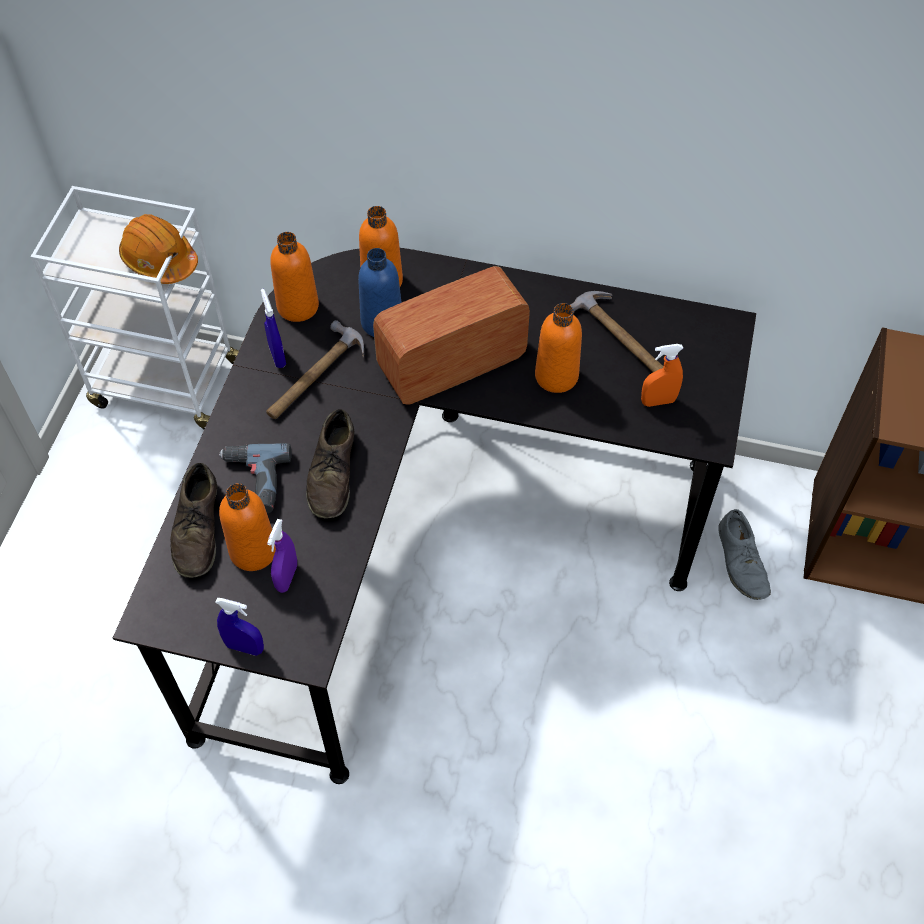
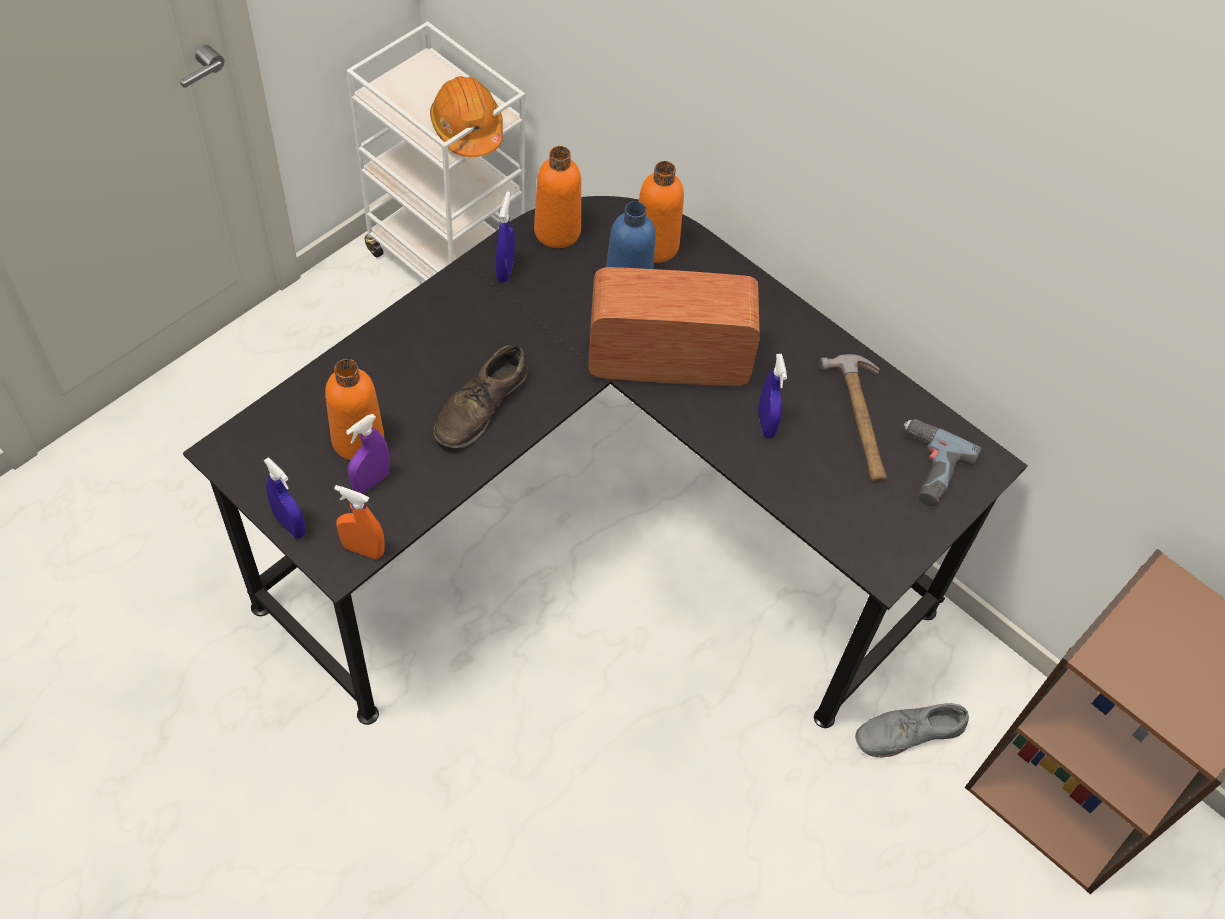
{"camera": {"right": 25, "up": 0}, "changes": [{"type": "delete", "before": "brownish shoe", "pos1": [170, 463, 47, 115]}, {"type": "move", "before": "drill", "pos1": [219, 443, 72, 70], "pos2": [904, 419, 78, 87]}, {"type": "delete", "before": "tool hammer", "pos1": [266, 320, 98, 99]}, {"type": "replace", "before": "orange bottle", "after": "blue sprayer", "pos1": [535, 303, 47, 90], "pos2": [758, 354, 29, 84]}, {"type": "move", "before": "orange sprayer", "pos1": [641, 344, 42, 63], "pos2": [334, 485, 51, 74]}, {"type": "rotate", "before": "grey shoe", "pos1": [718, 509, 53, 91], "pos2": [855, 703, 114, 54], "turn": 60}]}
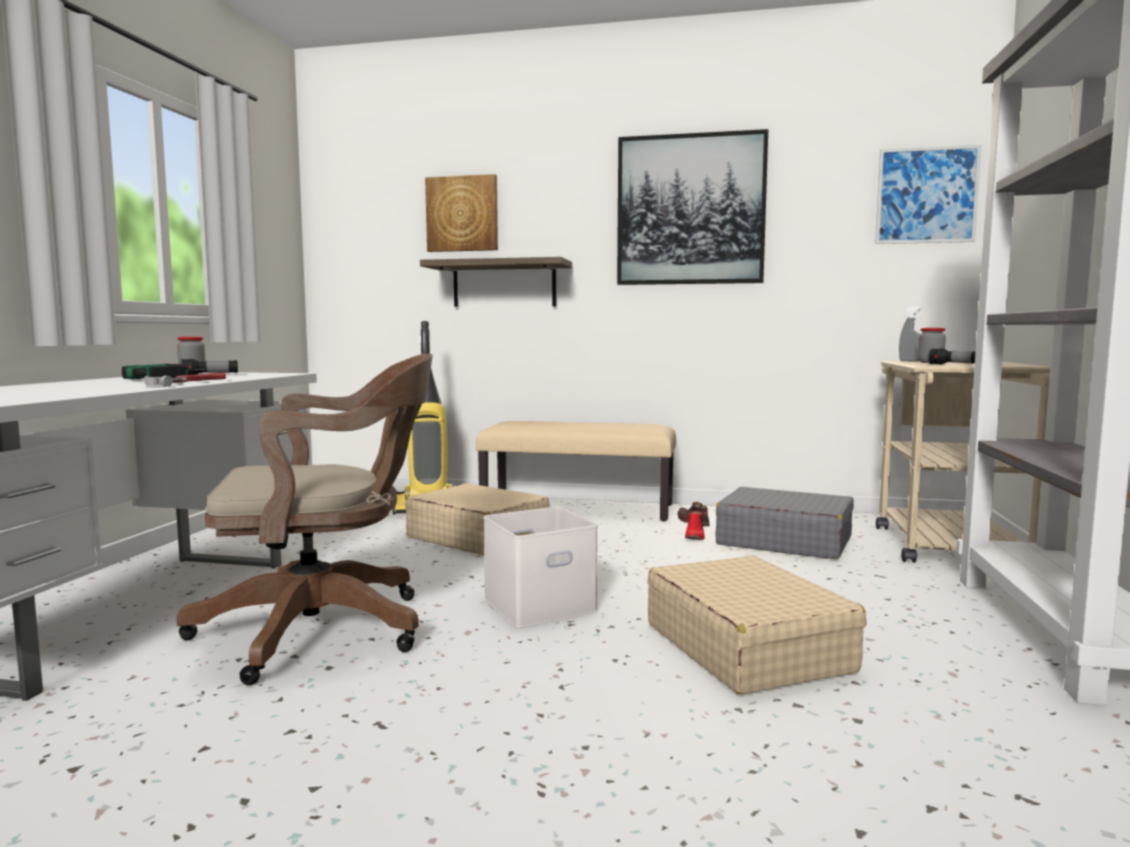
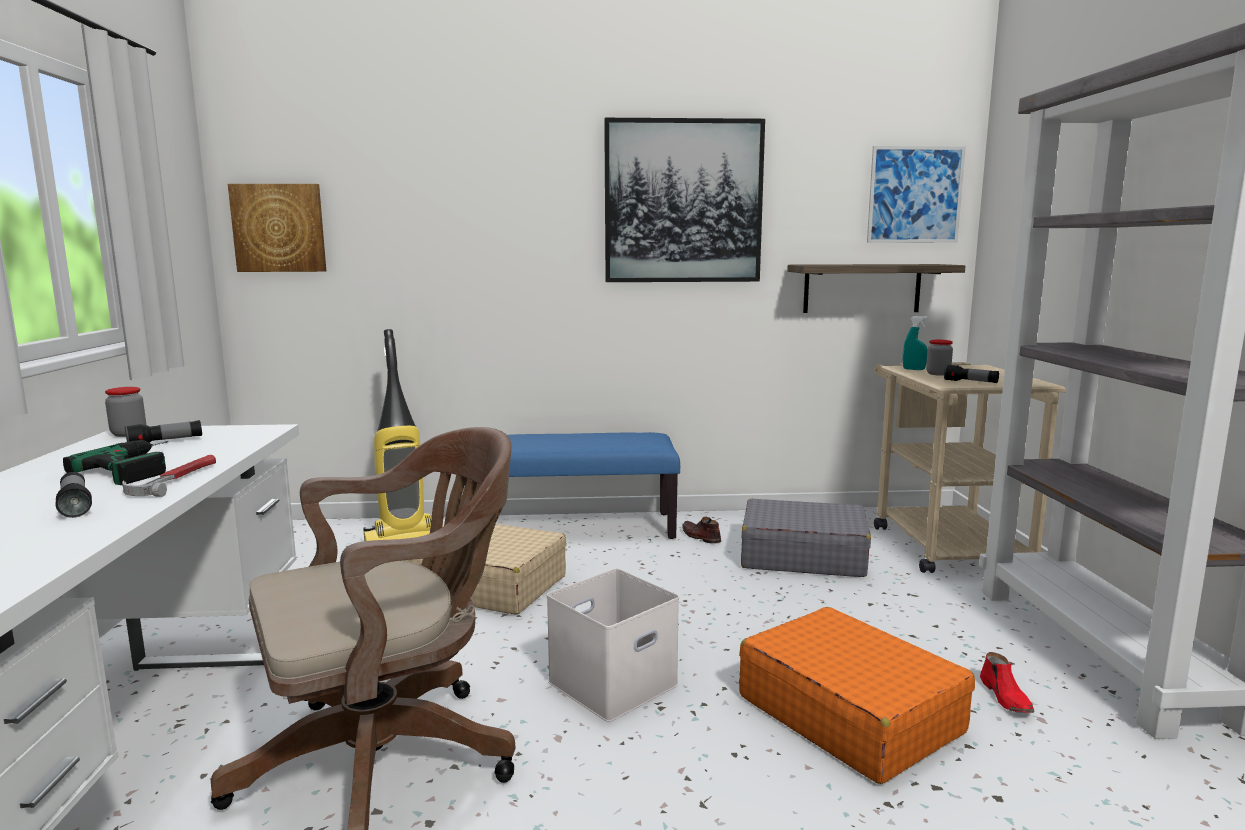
{"camera": {"right": -15, "up": 5}, "changes": [{"type": "move", "before": "wall shelf", "pos1": [420, 257, 152, 50], "pos2": [787, 264, 178, 49]}, {"type": "move", "before": "wall picture", "pos1": [425, 174, 73, 78], "pos2": [228, 184, 98, 88]}, {"type": "recolor", "before": "beige-coloured bench", "after": "blue bench", "pos1": [476, 421, 200, 100], "pos2": [465, 432, 215, 107]}, {"type": "recolor", "before": "beige-coloured piece of luggage", "after": "orange piece of luggage", "pos1": [647, 556, 219, 138], "pos2": [739, 607, 236, 177]}, {"type": "move", "before": "reddish shoe", "pos1": [685, 511, 20, 29], "pos2": [980, 652, 54, 61]}, {"type": "recolor", "before": "grey sprayer", "after": "turquoise-coloured sprayer", "pos1": [899, 306, 24, 56], "pos2": [903, 316, 25, 54]}, {"type": "insert", "after": "flashlight", "pos2": [56, 472, 36, 46]}]}
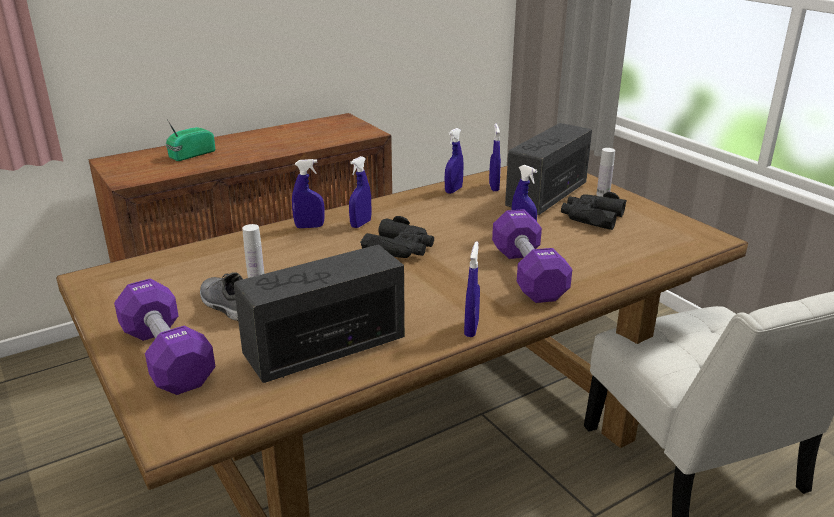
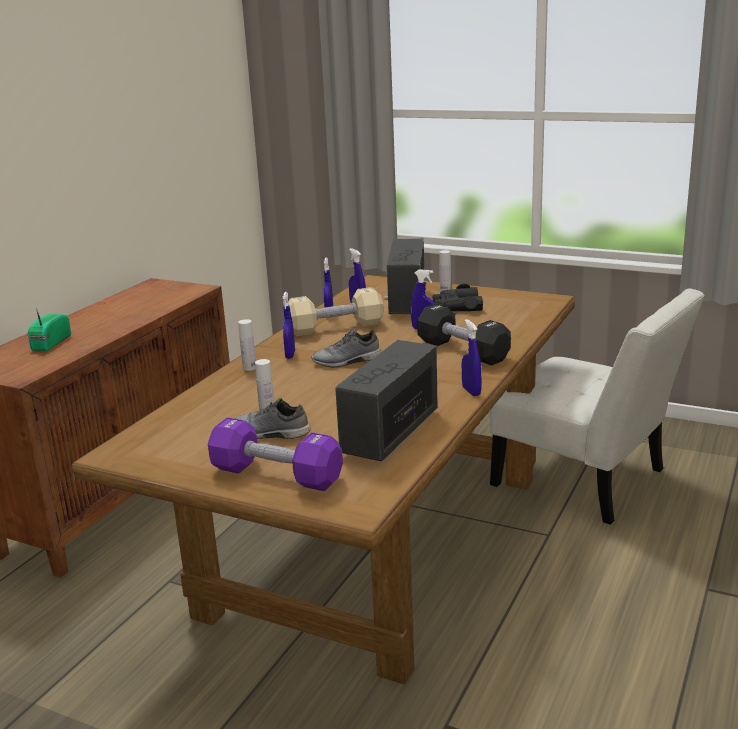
{"camera": {"right": -30, "up": -5}, "changes": [{"type": "replace", "before": "blue sprayer", "after": "white bottle", "pos1": [292, 159, 33, 69], "pos2": [238, 319, 18, 52]}, {"type": "replace", "before": "black-coloured binoculars", "after": "grey shoe", "pos1": [360, 216, 74, 42], "pos2": [311, 329, 70, 38]}, {"type": "recolor", "before": "purple free weight", "after": "black-coloured free weight", "pos1": [492, 209, 80, 94], "pos2": [417, 304, 94, 61]}, {"type": "insert", "after": "beige-coloured free weight", "pos2": [289, 287, 95, 49]}]}
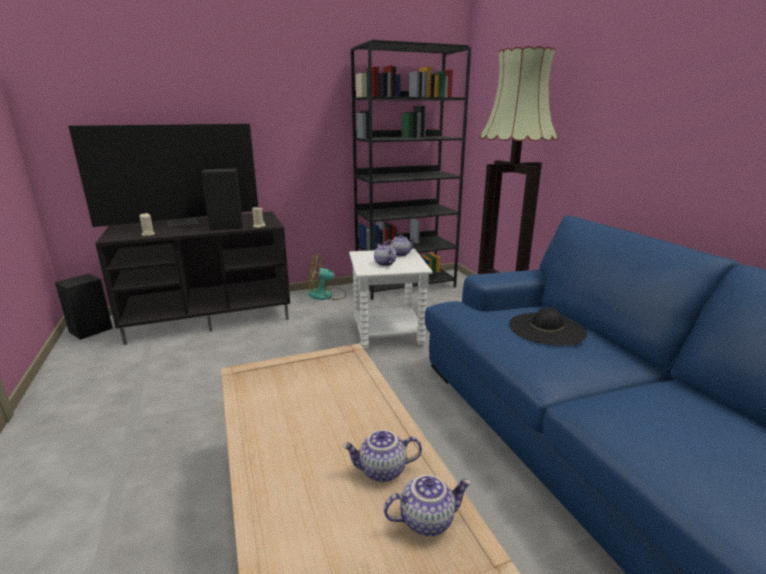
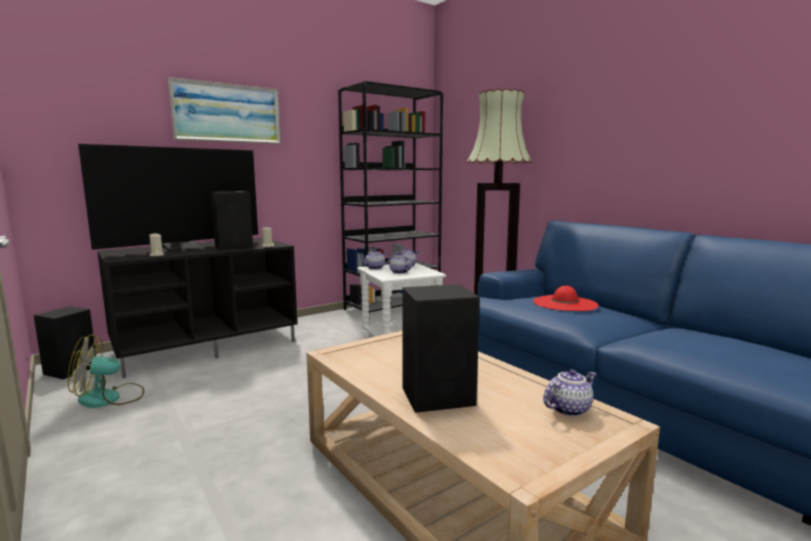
{"camera": {"right": -15, "up": -10}, "changes": [{"type": "move", "before": "electric fan", "pos1": [308, 254, 38, 46], "pos2": [68, 334, 76, 74]}, {"type": "move", "before": "pot for tea", "pos1": [342, 430, 80, 52], "pos2": [359, 249, 31, 21]}, {"type": "recolor", "before": "black-coloured hat", "after": "reddish hat", "pos1": [509, 308, 78, 38], "pos2": [533, 285, 66, 26]}, {"type": "insert", "after": "wall picture", "pos2": [168, 77, 113, 67]}, {"type": "insert", "after": "black-coloured audio speaker", "pos2": [402, 284, 78, 129]}]}
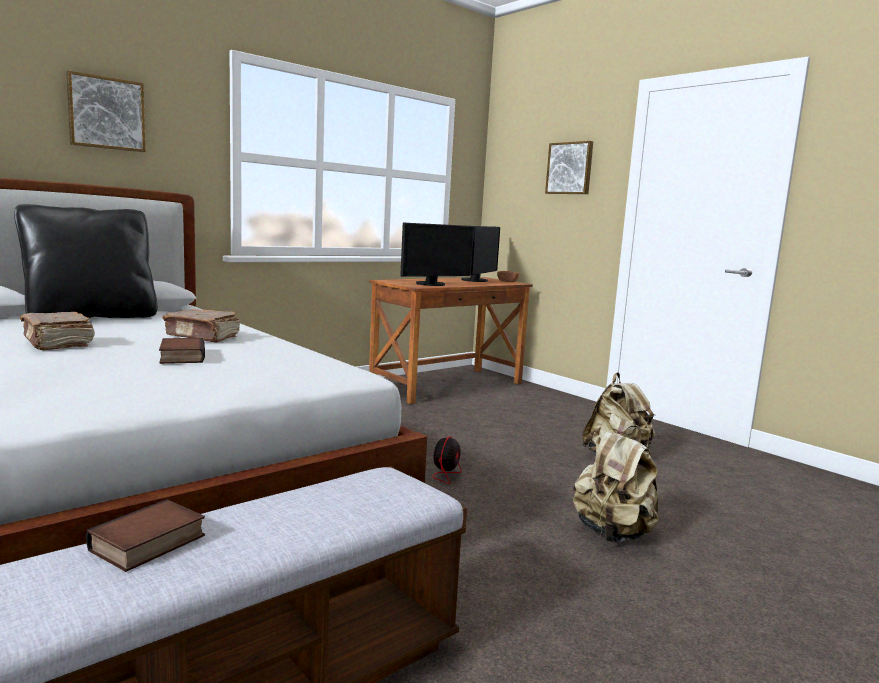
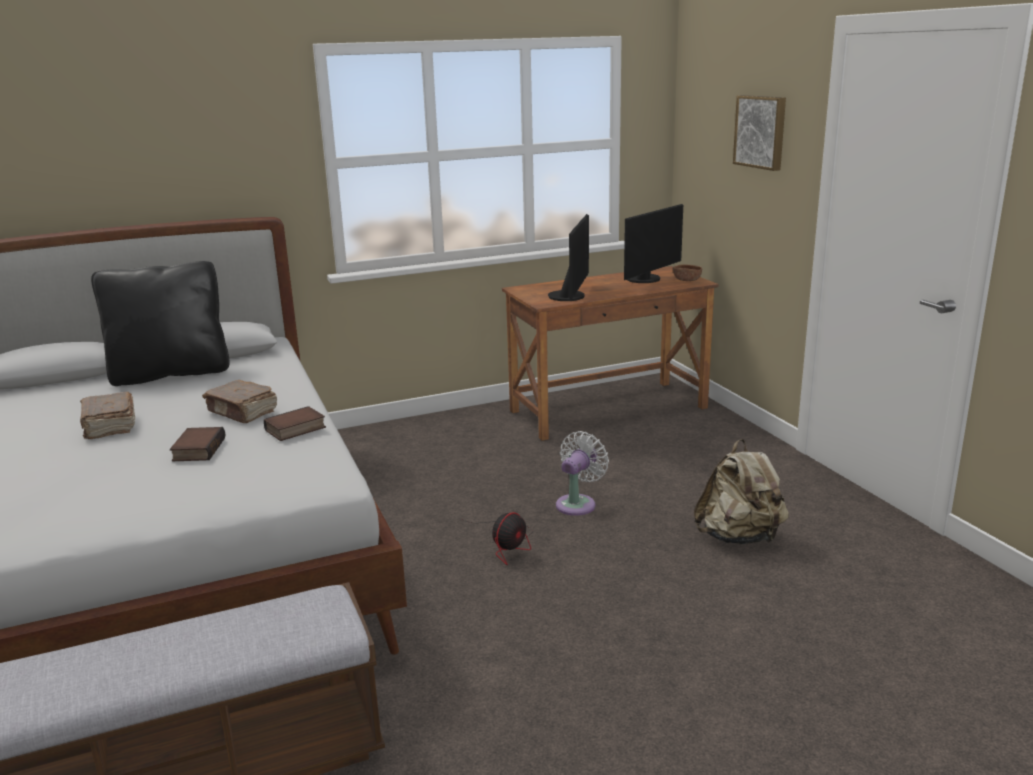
{"camera": {"right": 20, "up": 10}, "changes": [{"type": "delete", "before": "wall picture", "pos1": [66, 70, 80, 82]}, {"type": "move", "before": "bound book", "pos1": [86, 499, 119, 73], "pos2": [264, 406, 62, 35]}, {"type": "rotate", "before": "monitor", "pos1": [400, 223, 74, 63], "pos2": [548, 214, 41, 87], "turn": -60}, {"type": "delete", "before": "beige-coloured rucksack", "pos1": [573, 426, 85, 116]}, {"type": "insert", "after": "white electric fan", "pos2": [556, 431, 53, 85]}]}
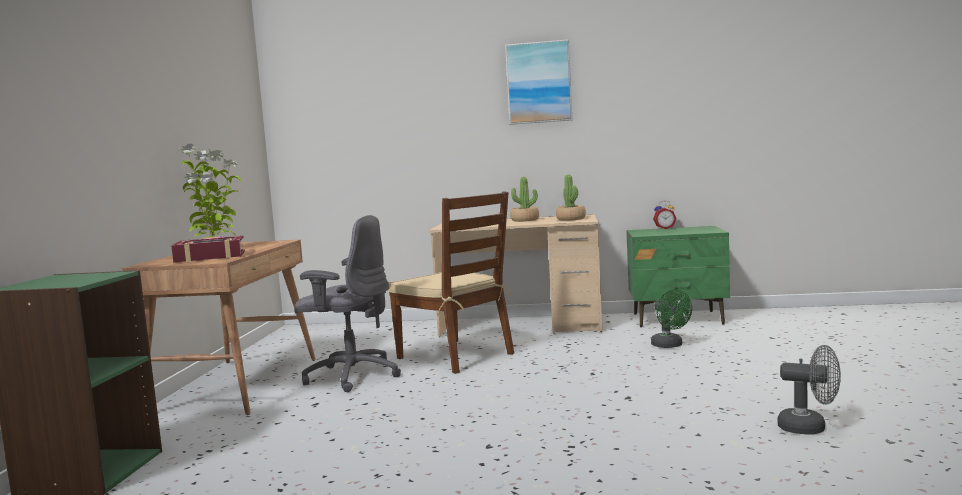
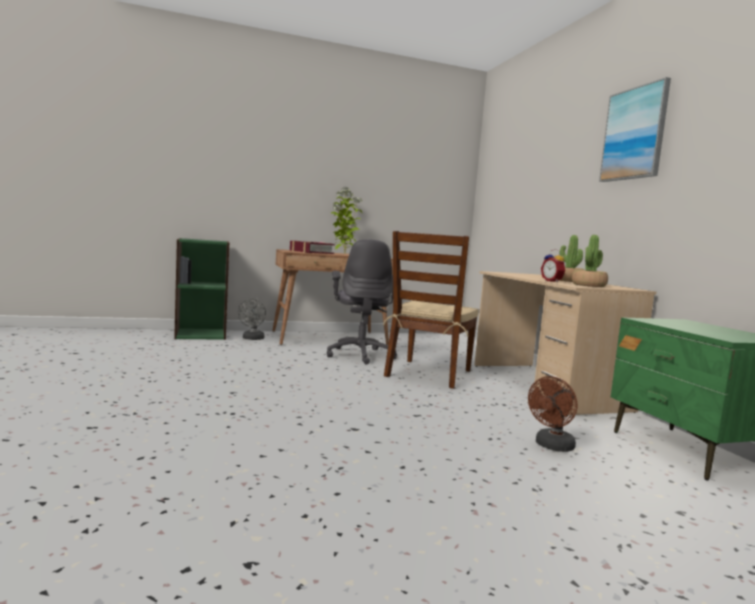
{"camera": {"right": 65, "up": 0}, "changes": [{"type": "recolor", "before": "green electric fan", "after": "brownish electric fan", "pos1": [651, 290, 41, 58], "pos2": [528, 376, 50, 76]}, {"type": "move", "before": "alarm clock", "pos1": [653, 201, 23, 28], "pos2": [541, 249, 24, 33]}, {"type": "move", "before": "grey electric fan", "pos1": [778, 345, 63, 89], "pos2": [238, 299, 28, 41]}]}
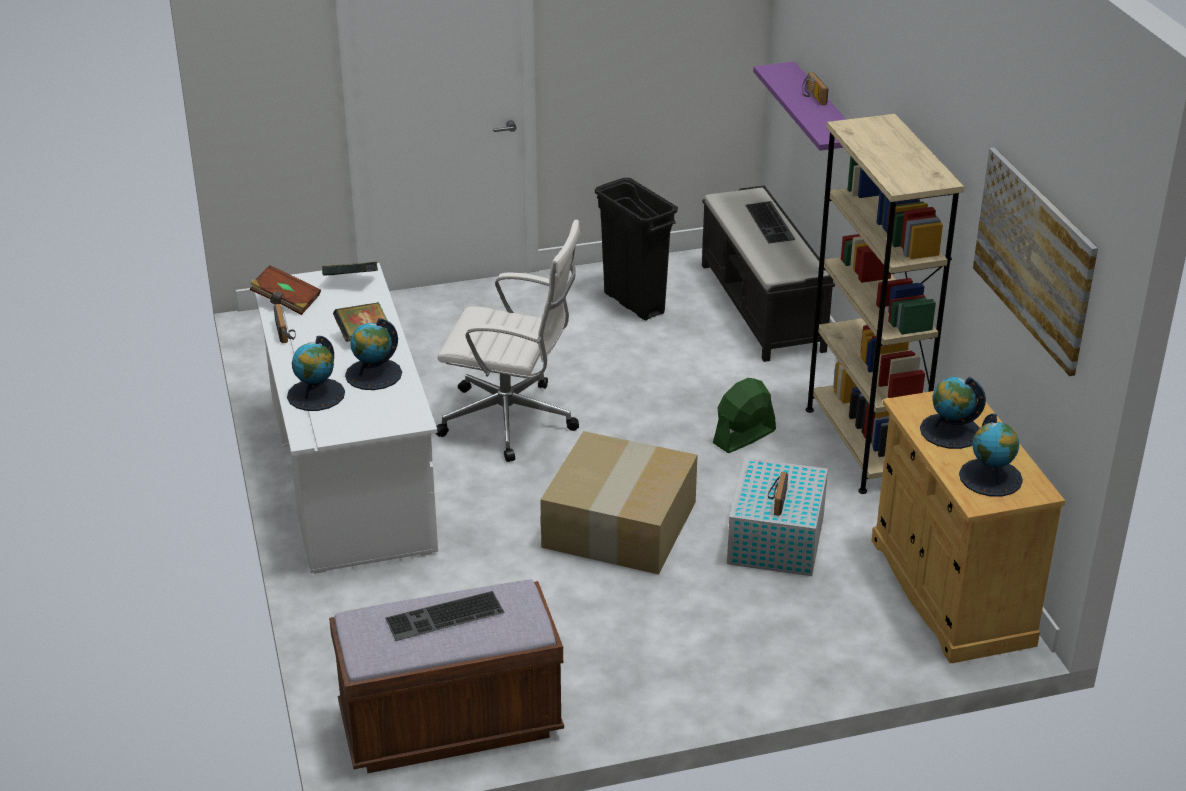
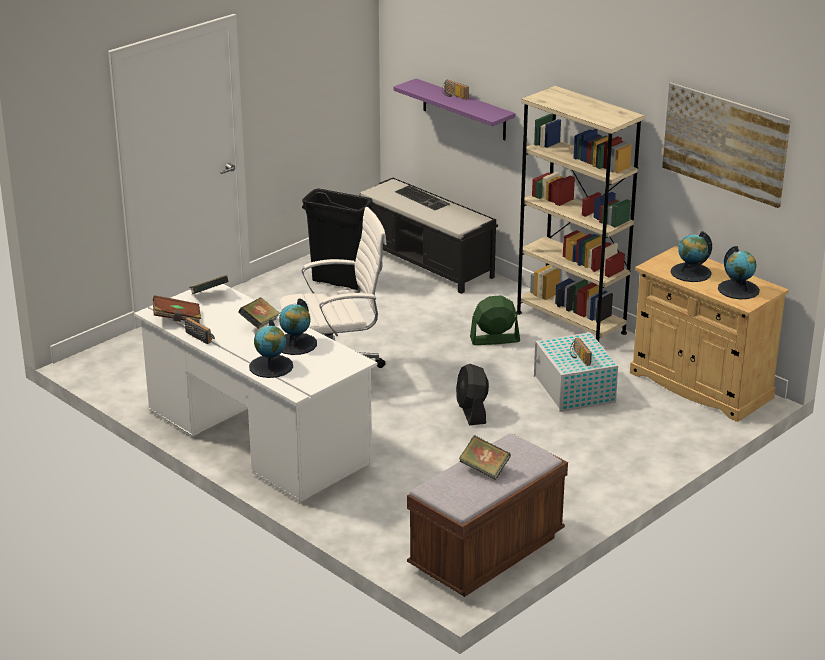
{"camera": {"right": -30, "up": -5}, "changes": [{"type": "replace", "before": "computer keyboard", "after": "bound book", "pos1": [386, 591, 119, 50], "pos2": [459, 435, 52, 45]}, {"type": "replace", "before": "packing box", "after": "black-coloured electric fan", "pos1": [540, 431, 158, 144], "pos2": [456, 364, 33, 61]}, {"type": "rotate", "before": "green electric fan", "pos1": [713, 378, 63, 75], "pos2": [470, 295, 50, 50], "turn": 60}]}
